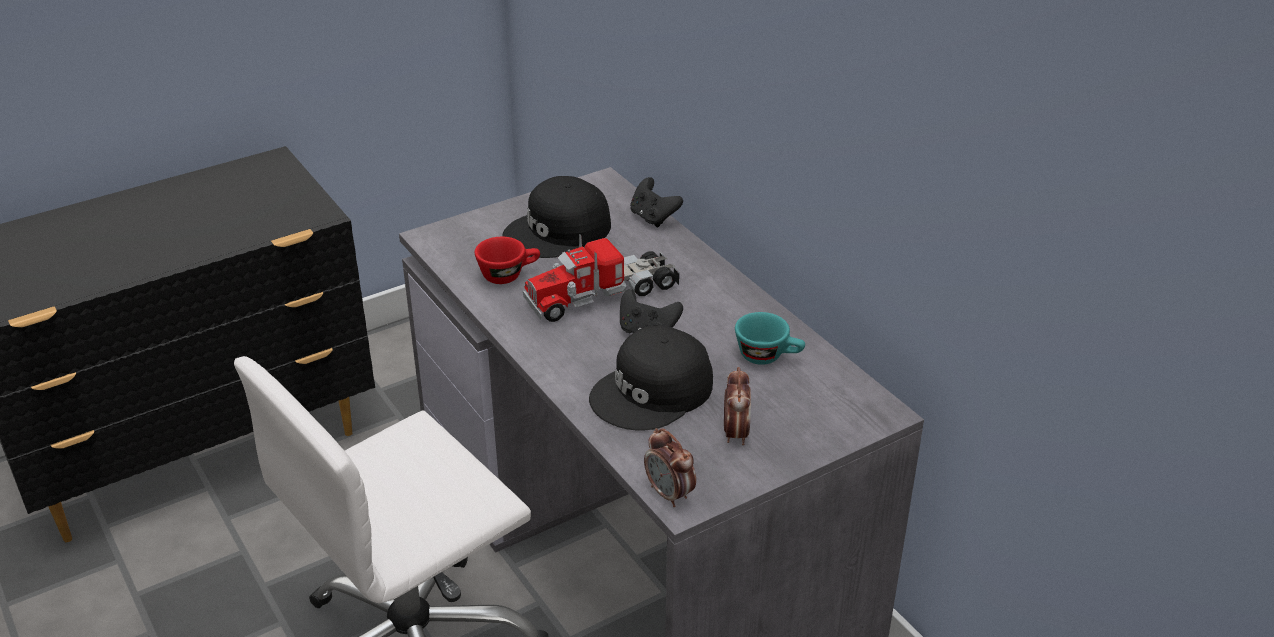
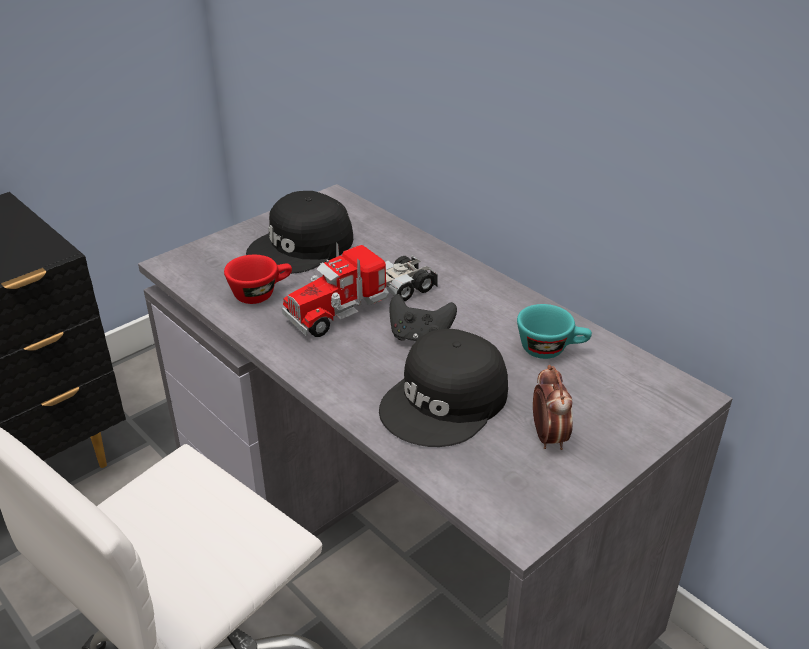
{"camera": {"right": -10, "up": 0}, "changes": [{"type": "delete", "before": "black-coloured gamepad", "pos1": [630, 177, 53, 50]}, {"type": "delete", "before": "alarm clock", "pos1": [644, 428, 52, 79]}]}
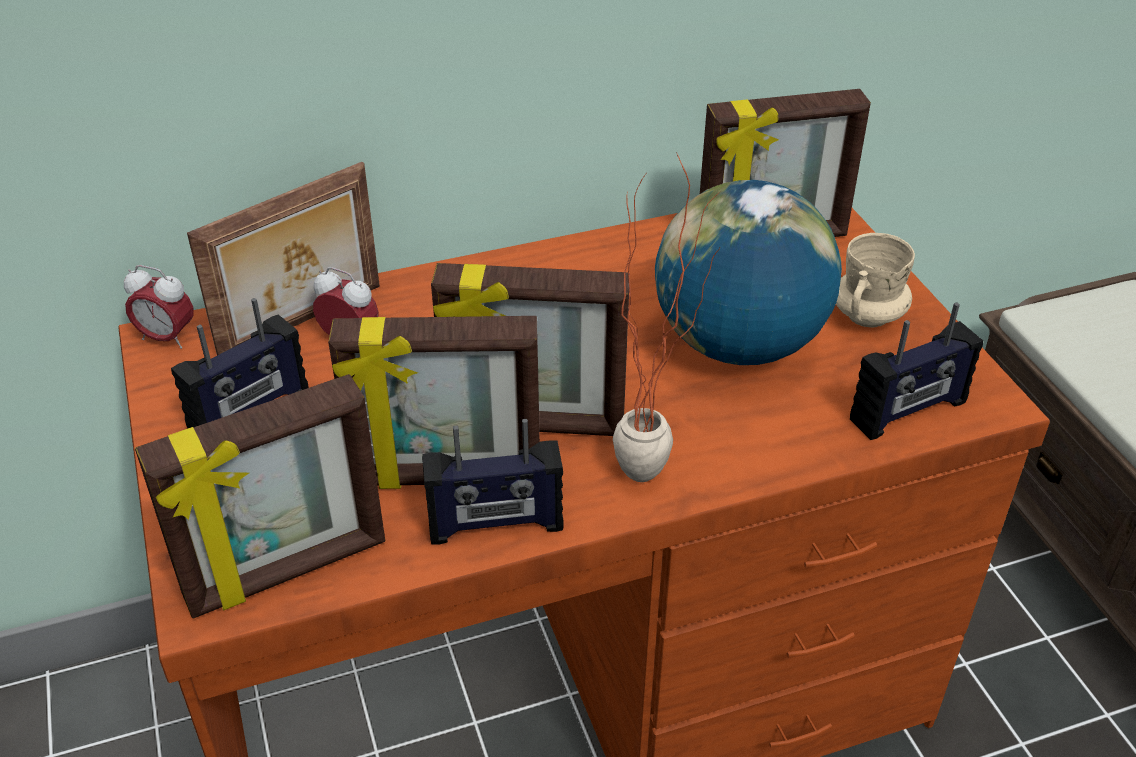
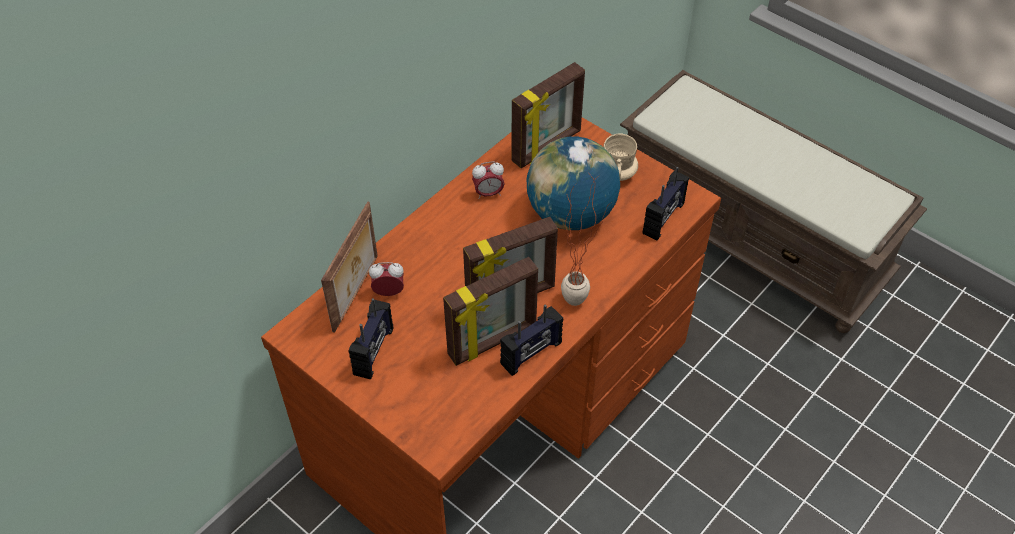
{"camera": {"right": -30, "up": 10}, "changes": [{"type": "move", "before": "alarm clock", "pos1": [124, 265, 70, 84], "pos2": [472, 161, 33, 38]}, {"type": "delete", "before": "standing frame", "pos1": [135, 374, 250, 245]}]}
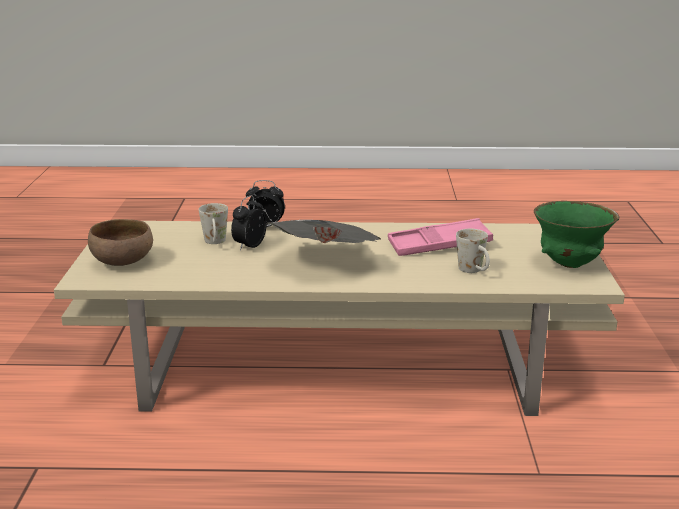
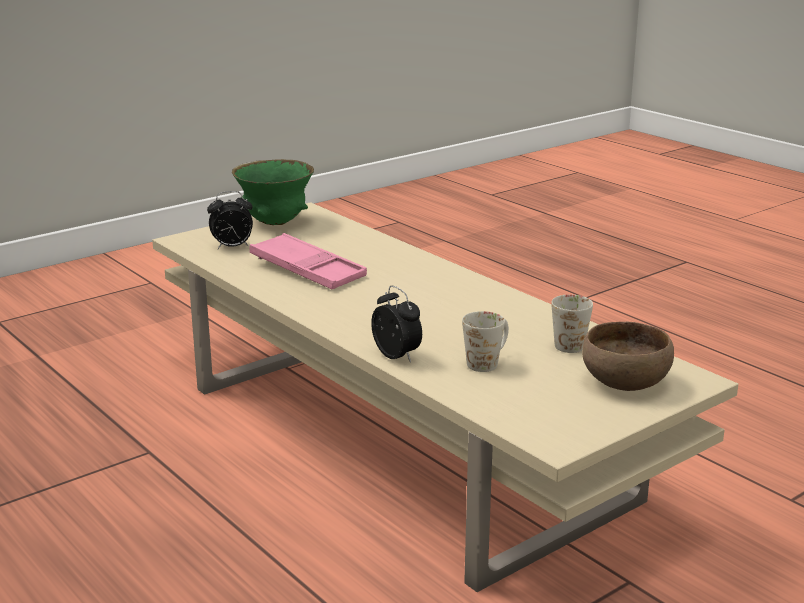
{"camera": {"right": -130, "up": 0}, "changes": [{"type": "move", "before": "alarm clock", "pos1": [231, 195, 36, 56], "pos2": [207, 191, 46, 58]}, {"type": "delete", "before": "daily paper", "pos1": [267, 220, 114, 23]}, {"type": "move", "before": "white tea mug", "pos1": [456, 229, 34, 44], "pos2": [551, 295, 42, 58]}]}
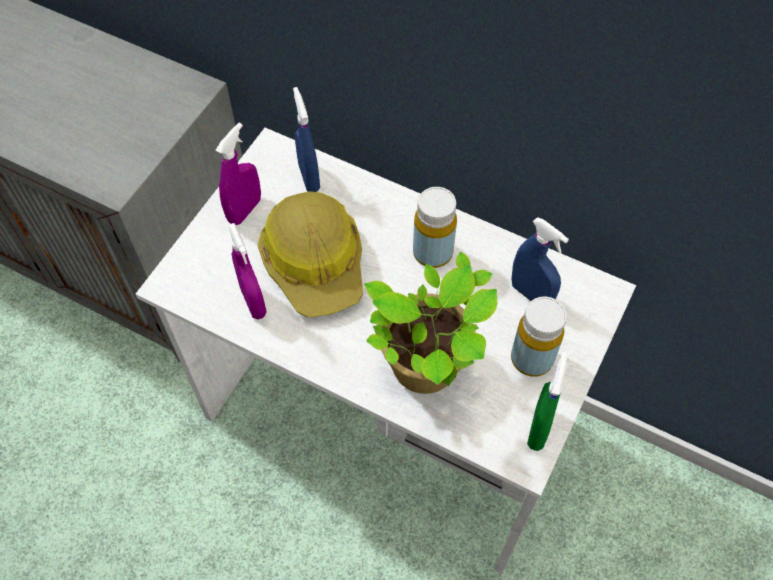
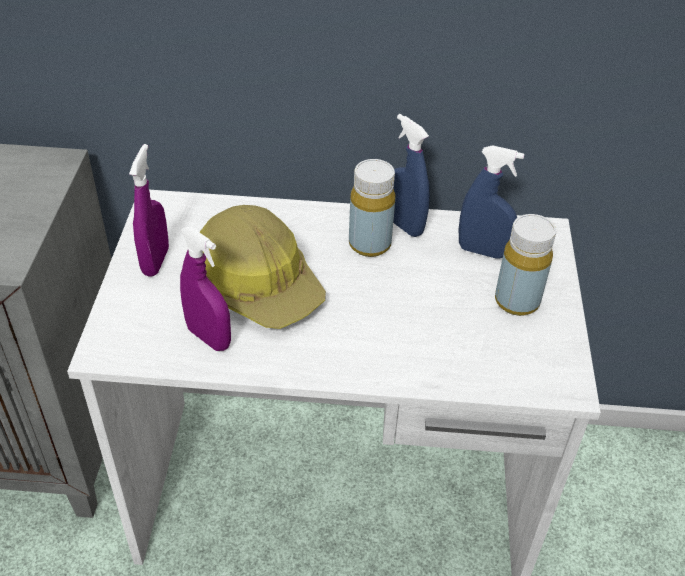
{"camera": {"right": -25, "up": -15}, "changes": [{"type": "move", "before": "blue sprayer", "pos1": [293, 87, 27, 105], "pos2": [393, 114, 37, 123]}, {"type": "delete", "before": "potted plant", "pos1": [364, 252, 134, 142]}, {"type": "delete", "before": "green sprayer", "pos1": [527, 352, 41, 99]}]}
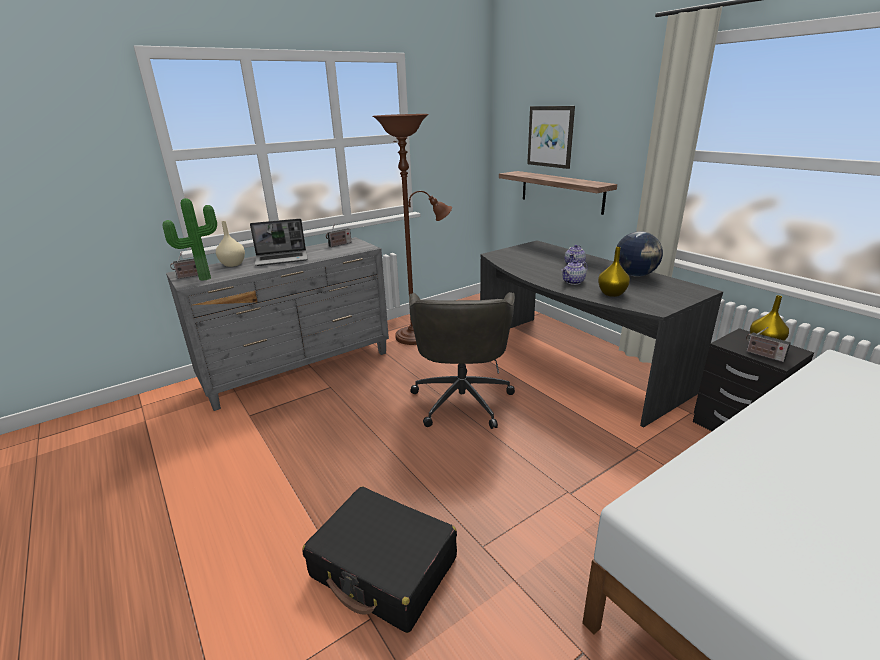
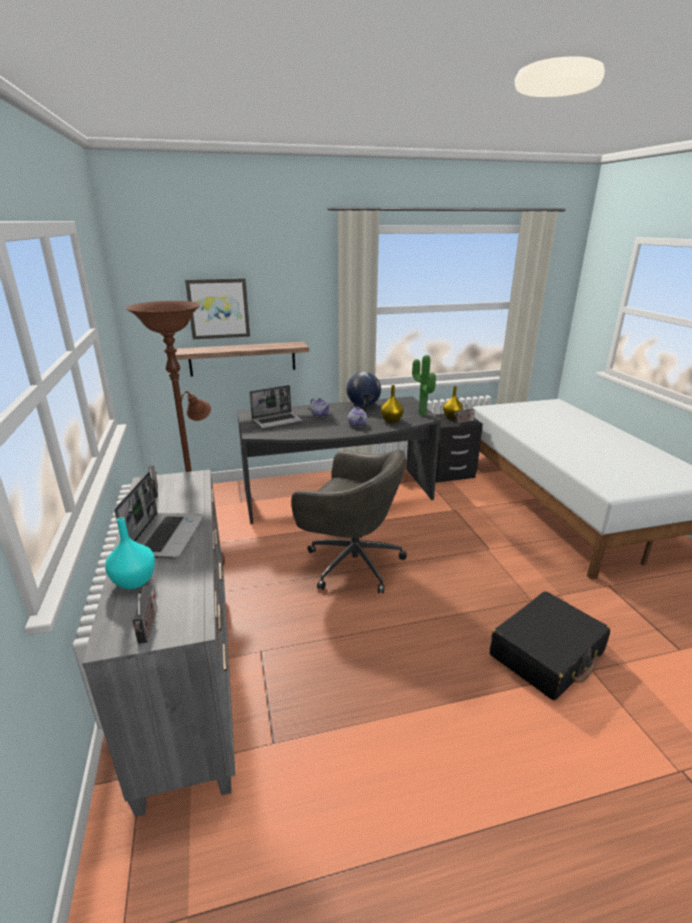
{"camera": {"right": -70, "up": 0}, "changes": [{"type": "move", "before": "potted plant", "pos1": [162, 198, 55, 83], "pos2": [412, 355, 24, 61]}, {"type": "recolor", "before": "beige-coloured vase", "after": "turquoise-coloured vase", "pos1": [216, 221, 29, 46], "pos2": [105, 517, 50, 72]}, {"type": "insert", "after": "notebook computer", "pos2": [250, 385, 53, 44]}]}
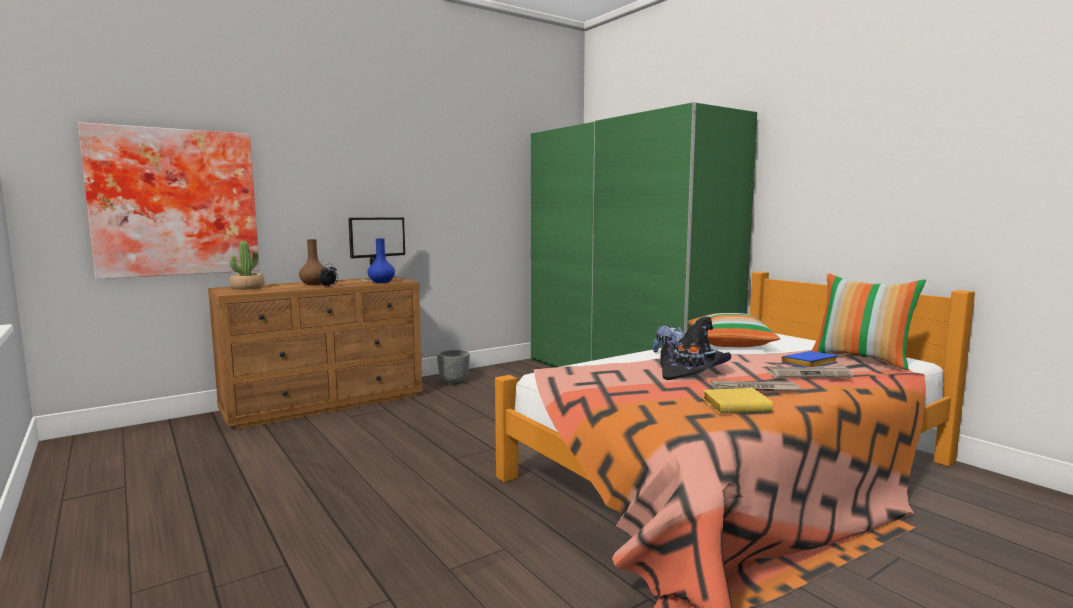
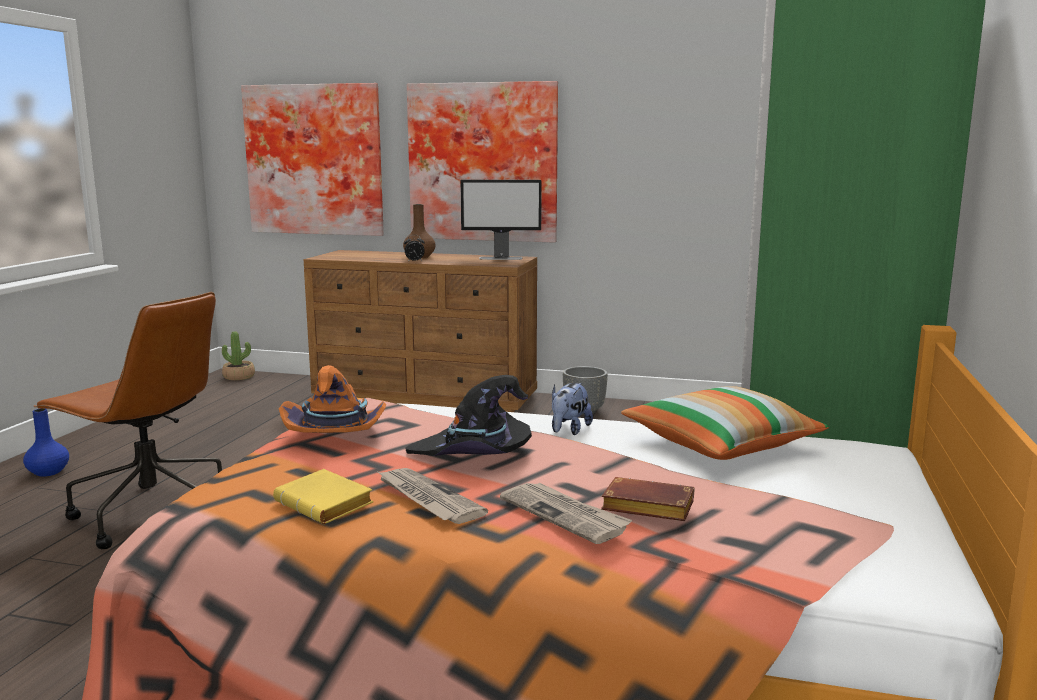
{"camera": {"right": 50, "up": 5}, "changes": [{"type": "move", "before": "potted plant", "pos1": [230, 241, 35, 49], "pos2": [222, 331, 33, 49]}, {"type": "move", "before": "blue vase", "pos1": [367, 238, 28, 45], "pos2": [23, 409, 46, 68]}, {"type": "recolor", "before": "blue bound book", "after": "brownish bound book", "pos1": [781, 351, 57, 17], "pos2": [601, 477, 93, 44]}, {"type": "delete", "before": "pillow", "pos1": [812, 273, 114, 97]}, {"type": "insert", "after": "brownish desk chair", "pos2": [34, 292, 188, 257]}, {"type": "insert", "after": "orange hat", "pos2": [279, 365, 107, 68]}, {"type": "insert", "after": "wall picture", "pos2": [407, 81, 151, 162]}]}
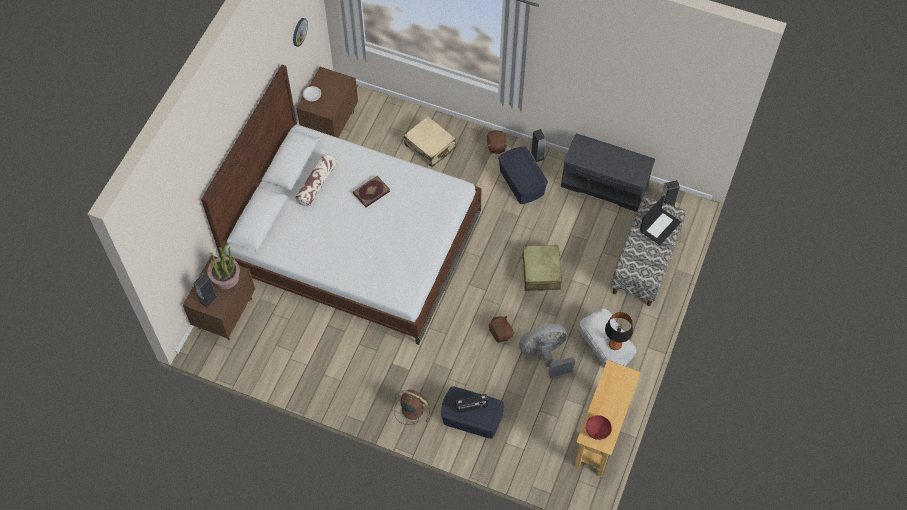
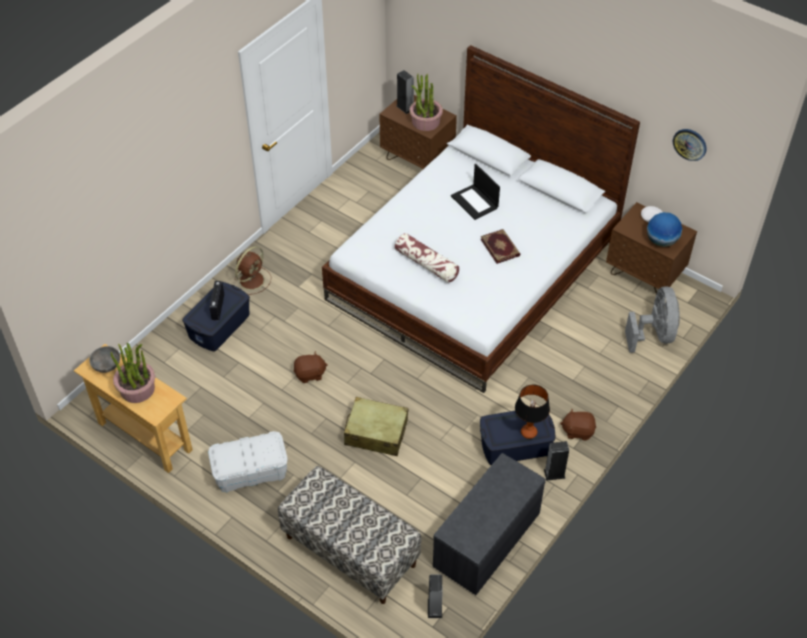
{"camera": {"right": 105, "up": -10}, "changes": [{"type": "move", "before": "pillow", "pos1": [295, 154, 42, 52], "pos2": [395, 233, 64, 50]}, {"type": "delete", "before": "beige-coloured piece of luggage", "pos1": [404, 116, 52, 51]}, {"type": "move", "before": "grey electric fan", "pos1": [519, 324, 56, 54], "pos2": [625, 286, 55, 67]}, {"type": "recolor", "before": "reddish serving bowl", "after": "grey serving bowl", "pos1": [586, 415, 25, 25], "pos2": [89, 346, 31, 27]}, {"type": "move", "before": "tabletop lamp", "pos1": [605, 312, 28, 38], "pos2": [515, 385, 35, 54]}, {"type": "move", "before": "notebook computer", "pos1": [640, 195, 41, 50], "pos2": [451, 164, 49, 56]}, {"type": "insert", "after": "potted plant", "pos2": [111, 342, 44, 61]}, {"type": "insert", "after": "world globe", "pos2": [647, 212, 35, 35]}]}
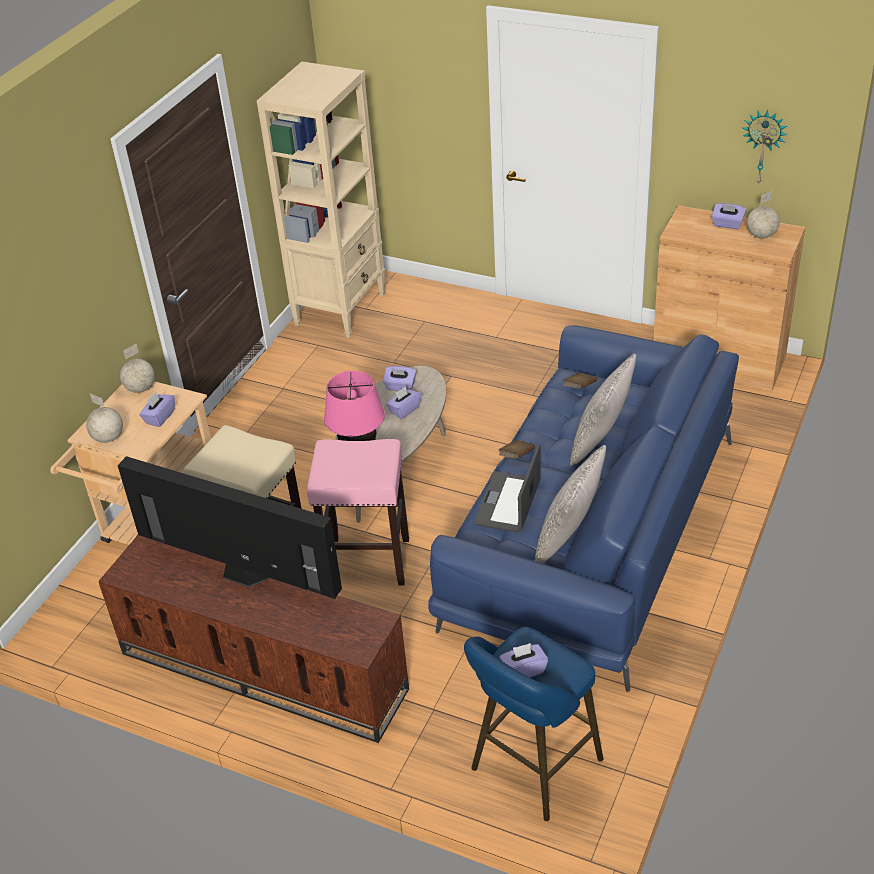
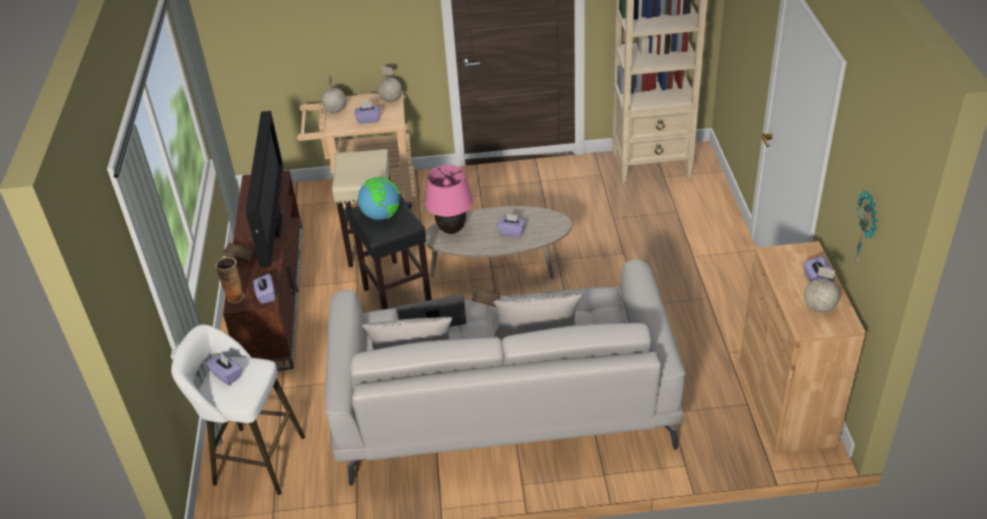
{"camera": {"right": 60, "up": 0}, "changes": [{"type": "recolor", "before": "pinkish sitting stool", "after": "black-coloured sitting stool", "pos1": [307, 439, 102, 147], "pos2": [347, 194, 85, 116]}, {"type": "move", "before": "purple tissue box", "pos1": [383, 366, 34, 25], "pos2": [253, 274, 22, 30]}, {"type": "recolor", "before": "blue sofa", "after": "grey sofa", "pos1": [428, 325, 311, 367], "pos2": [325, 260, 360, 226]}, {"type": "recolor", "before": "blue sitting stool", "after": "white sitting stool", "pos1": [464, 627, 139, 194], "pos2": [171, 324, 134, 171]}, {"type": "move", "before": "brownish bound book", "pos1": [563, 372, 34, 17], "pos2": [223, 243, 31, 20]}, {"type": "insert", "after": "vase", "pos2": [215, 257, 29, 46]}, {"type": "insert", "after": "world globe", "pos2": [358, 177, 42, 43]}]}
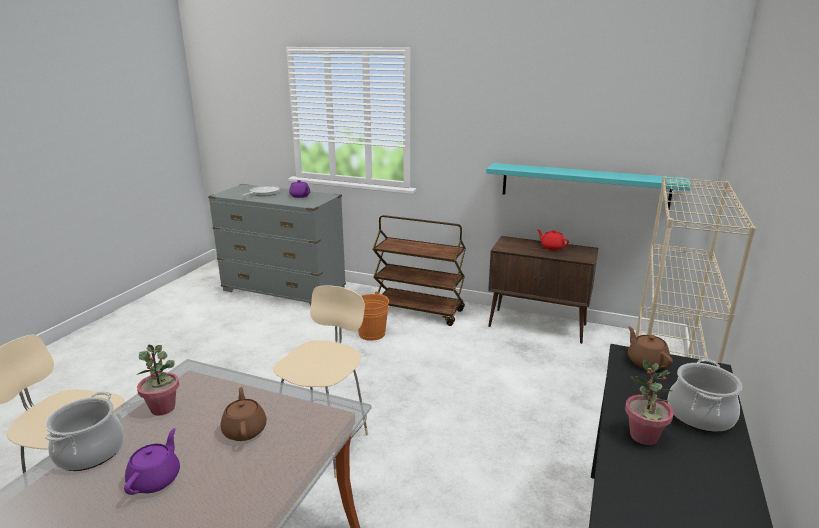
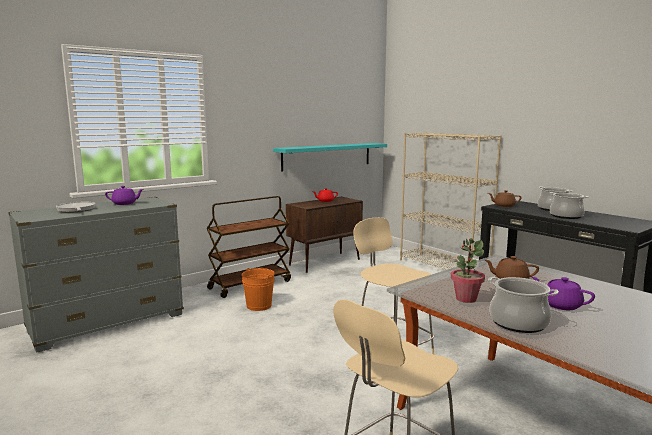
{"camera": {"right": -60, "up": -10}, "changes": [{"type": "replace", "before": "potted plant", "after": "saucepot", "pos1": [625, 360, 48, 85], "pos2": [549, 192, 40, 27]}]}
